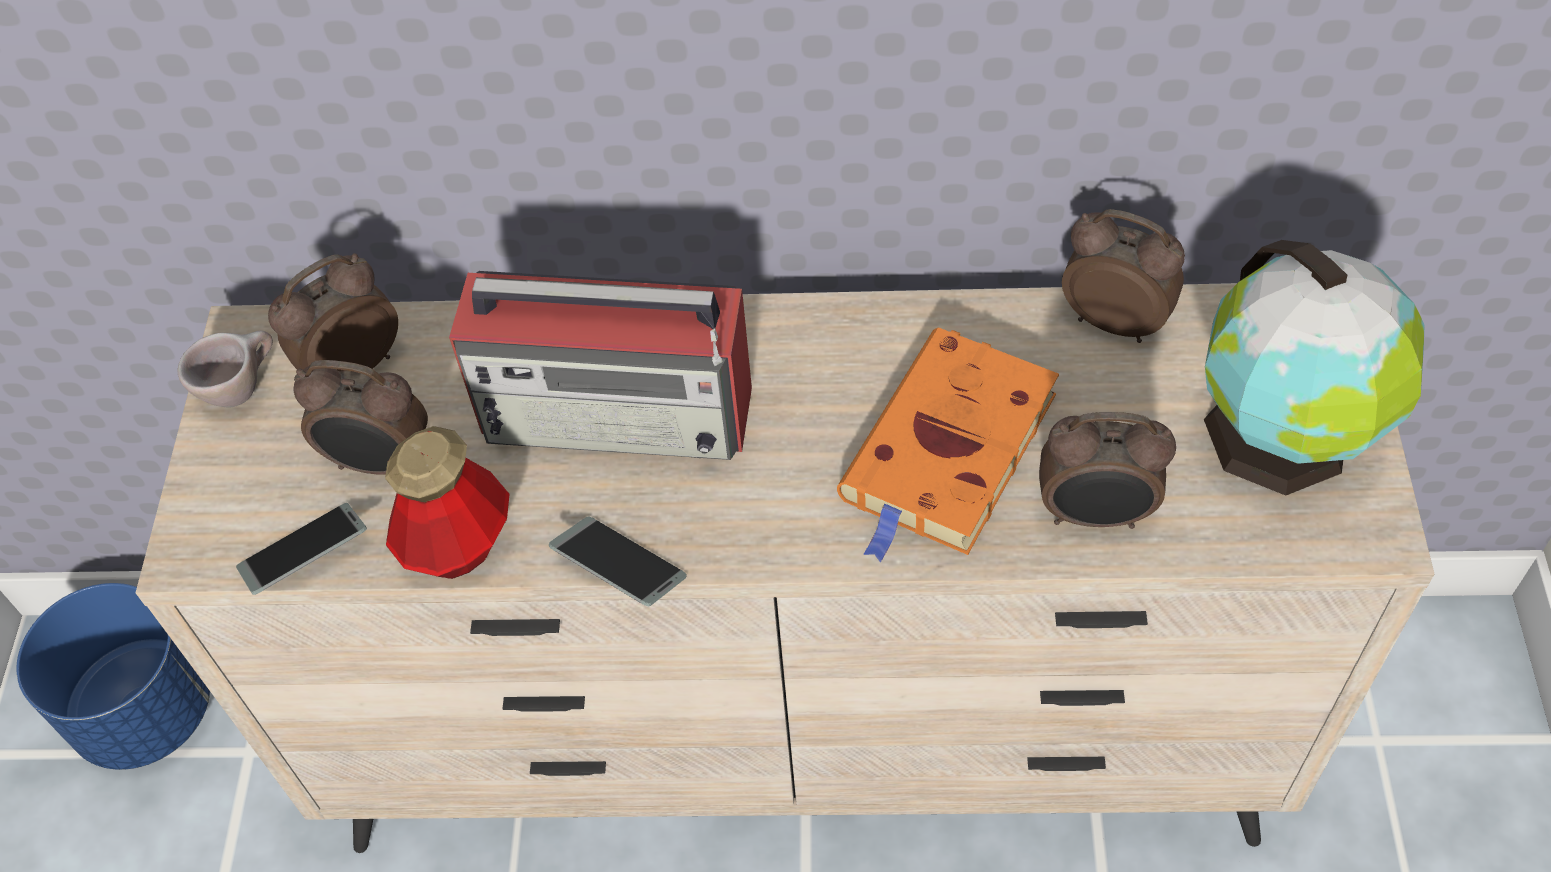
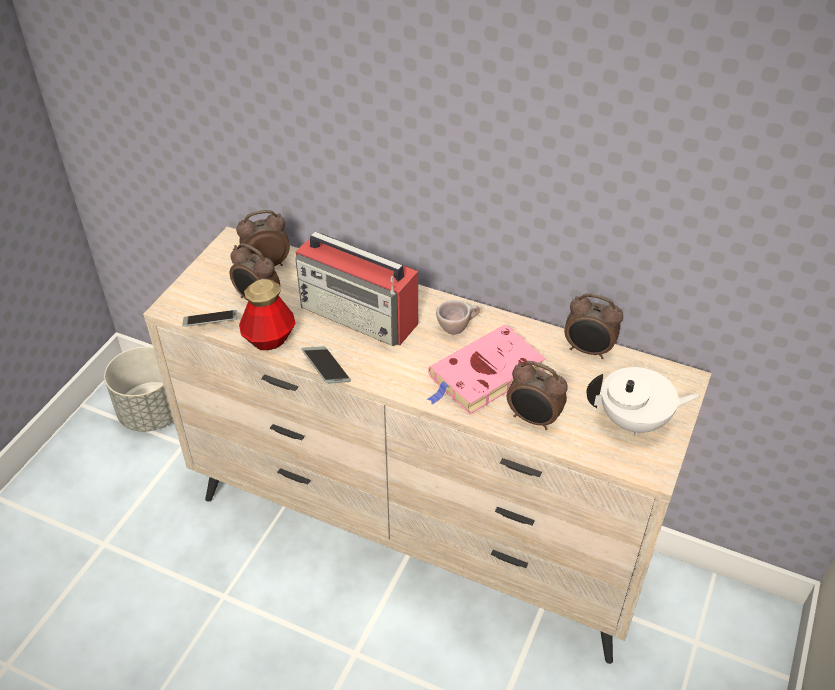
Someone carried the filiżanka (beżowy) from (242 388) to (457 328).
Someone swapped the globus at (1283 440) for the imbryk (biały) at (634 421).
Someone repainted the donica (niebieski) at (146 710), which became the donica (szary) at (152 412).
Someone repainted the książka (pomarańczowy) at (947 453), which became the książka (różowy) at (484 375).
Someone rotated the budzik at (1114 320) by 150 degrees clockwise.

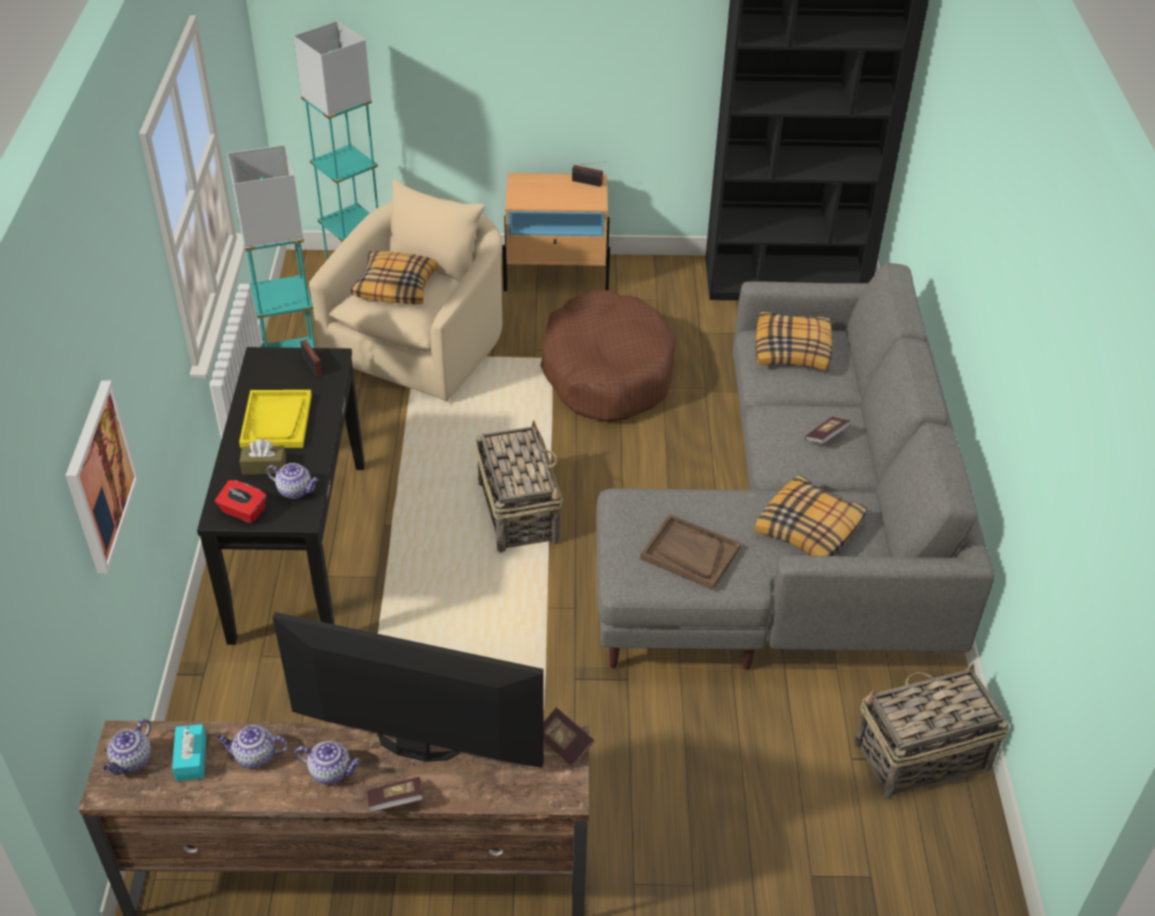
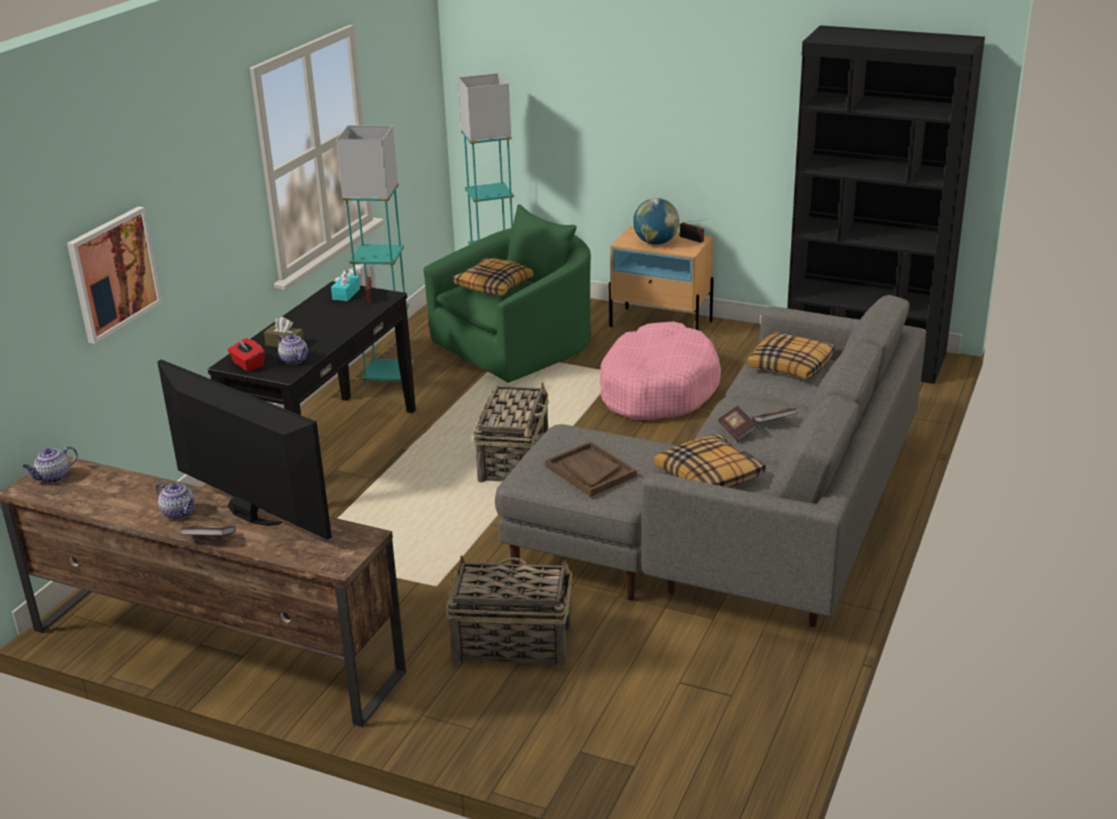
Someone took away the imbryk at (254 756).
Someone took away the taca (żółty) at (276 421).
Someone put down the globus at (656 243).
Someone carried the pudełko chusteczek (turkusowy) from (191 758) to (346 294).
Someone carried the książka from (564 743) to (737 431).
Someone carried the koszyk from (920 756) to (511 643).
Someone repainted the fotel (beżowy) at (422 343), which became the fotel (zielony) at (518 347).
Someone repainted the legowisko (brązowy) at (607 372), which became the legowisko (różowy) at (657 389).

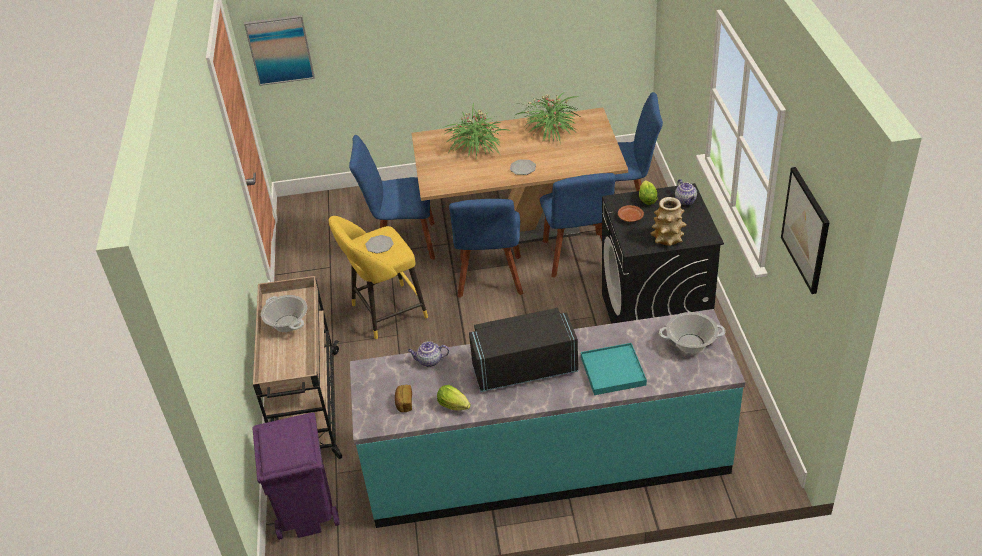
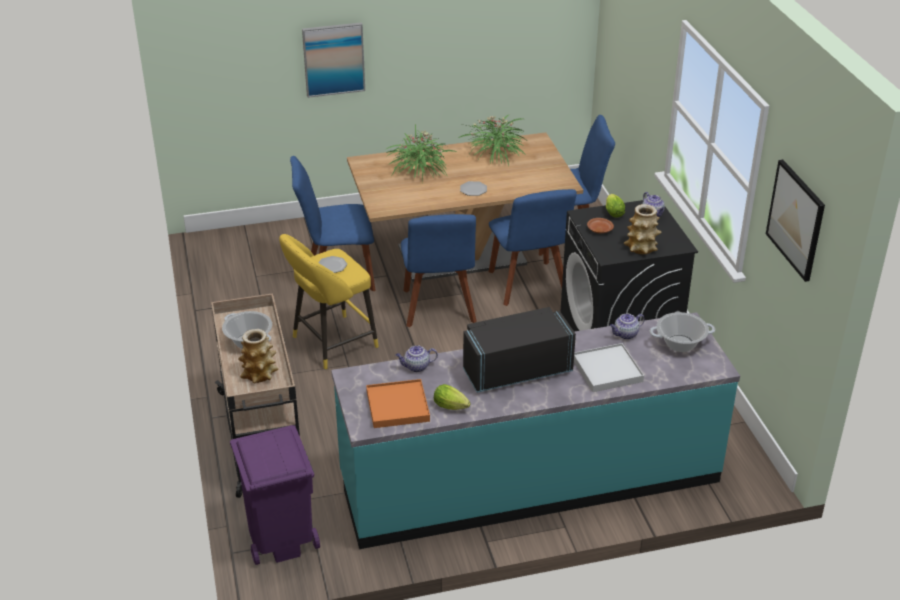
Someone put down the wazon at (259 374).
Someone put down the imbryk at (625 334).
Someone carried the obraz from (280 49) to (333 59).
Someone swapped the chleb at (404 403) for the taca (pomarańczowy) at (398 406).
Someone repainted the taca (turkusowy) at (612 371), which became the taca (biały) at (607 370).

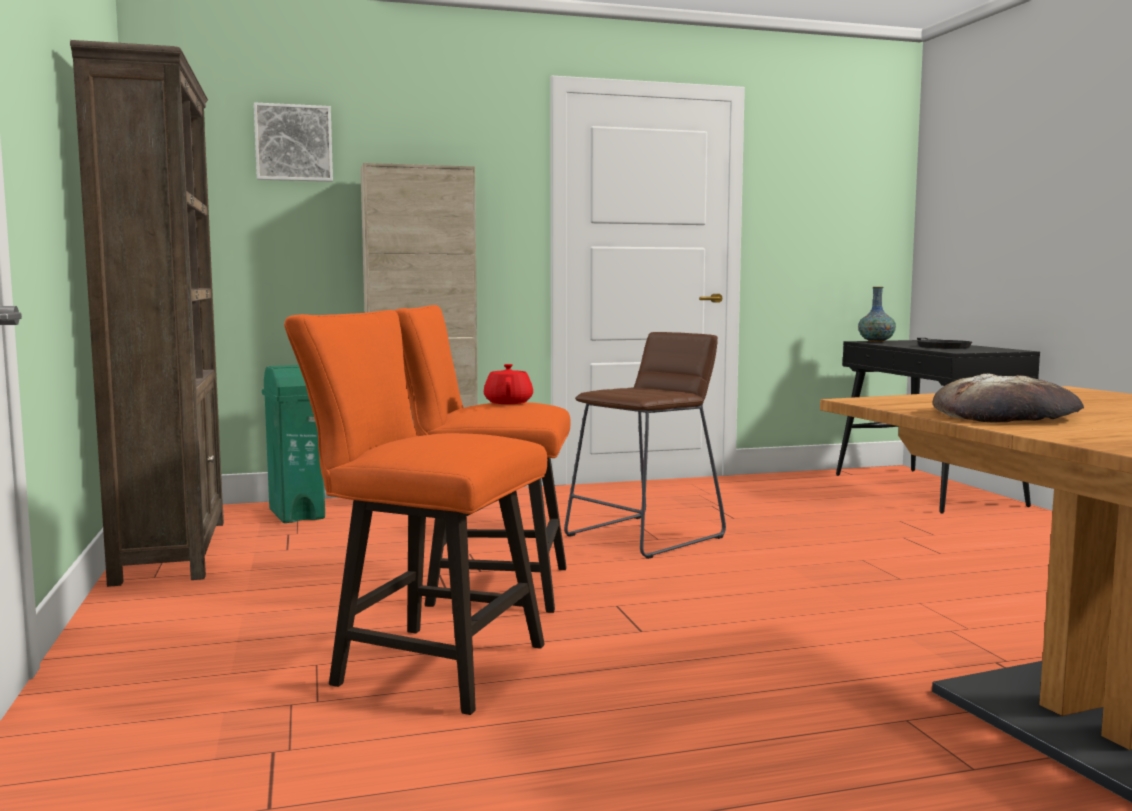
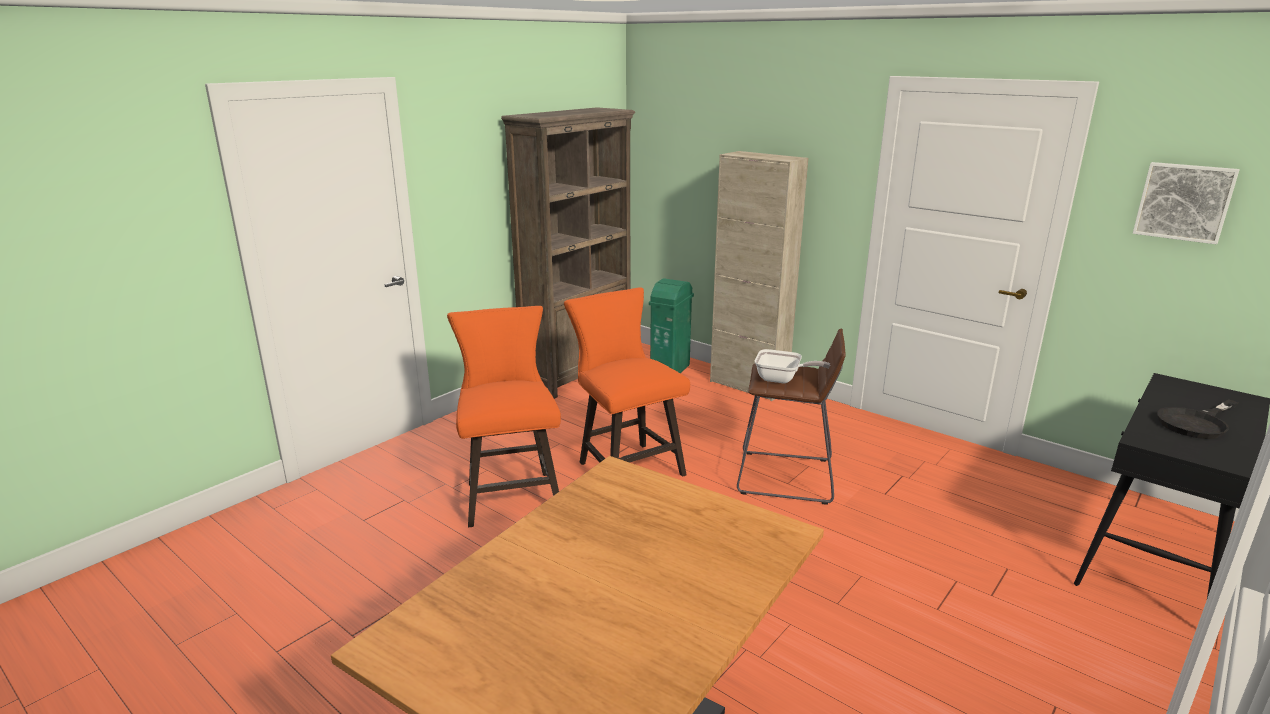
Someone took away the imbryk (czerwony) at (508 402).
Someone took away the wazon at (876 341).
Someone took away the chleb at (1005 415).
Someone put down the patelnia at (782 379).
Someone carried the obraz from (294 143) to (1184 202).

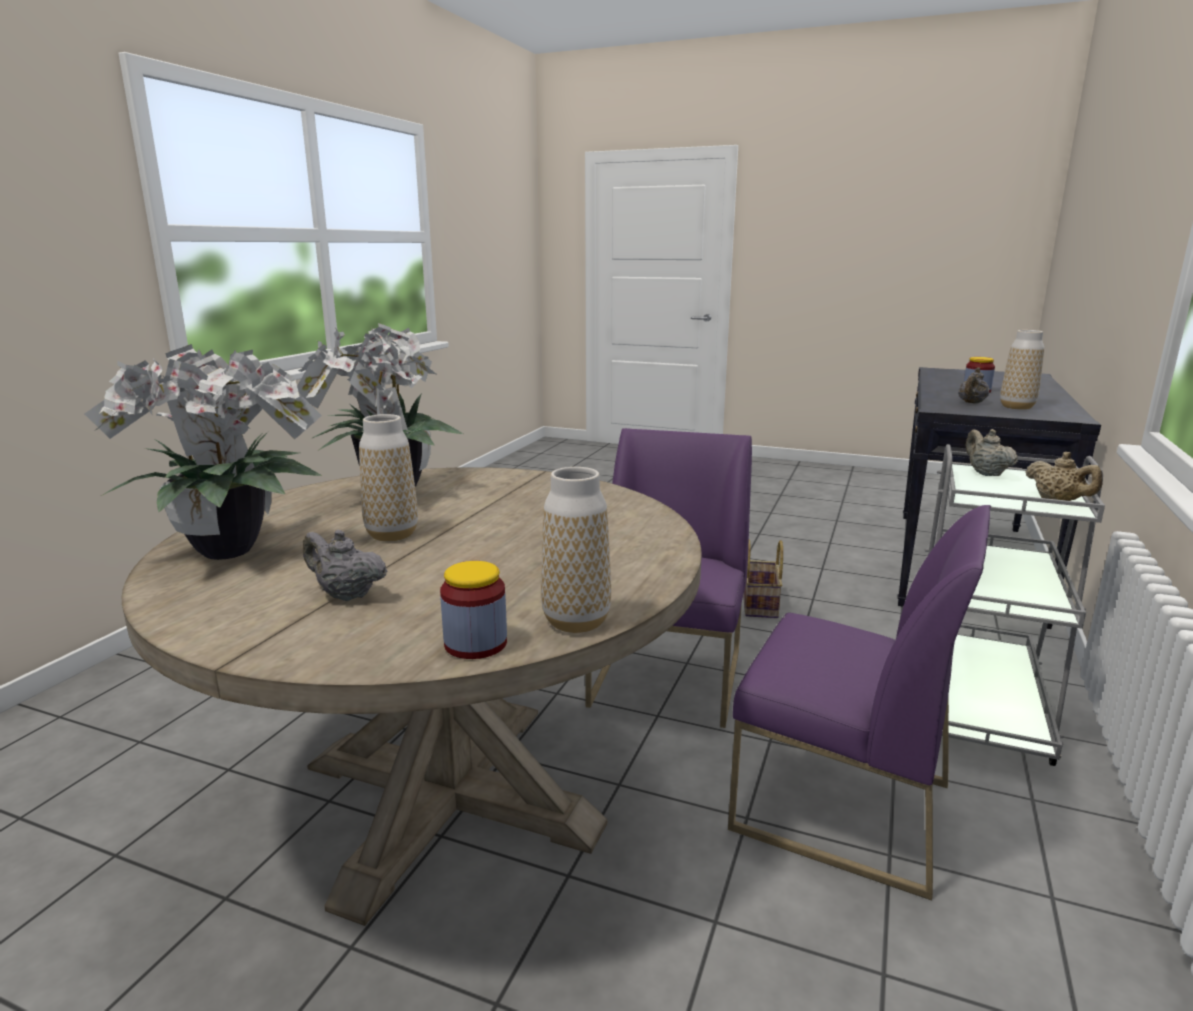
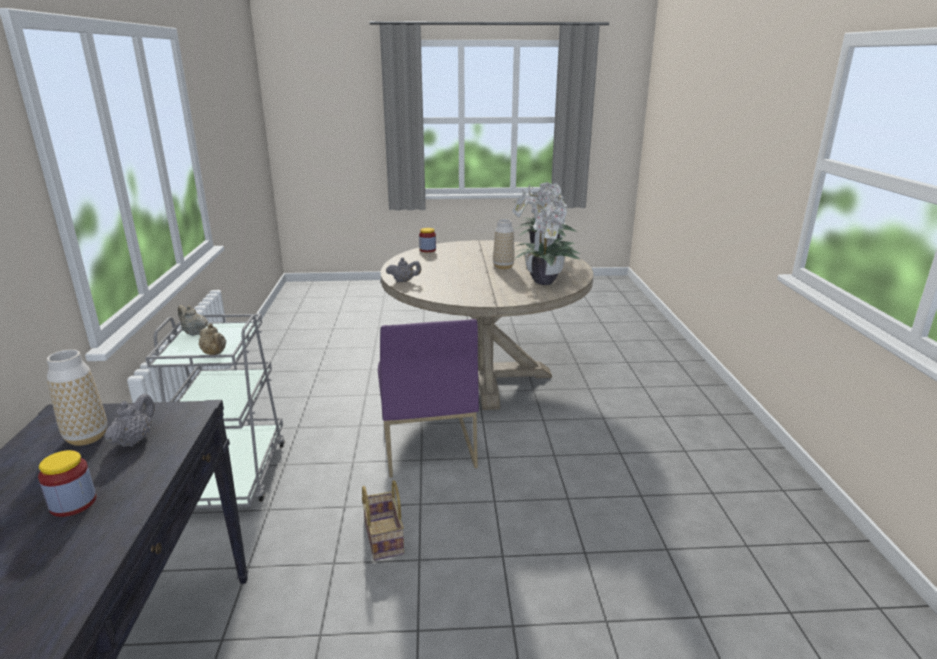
Someone took away the wazon at (576 621).
Someone took away the krzesło (fioletowy) at (839 807).
Someone carried the imbryk (szary) from (346 595) to (404 281).

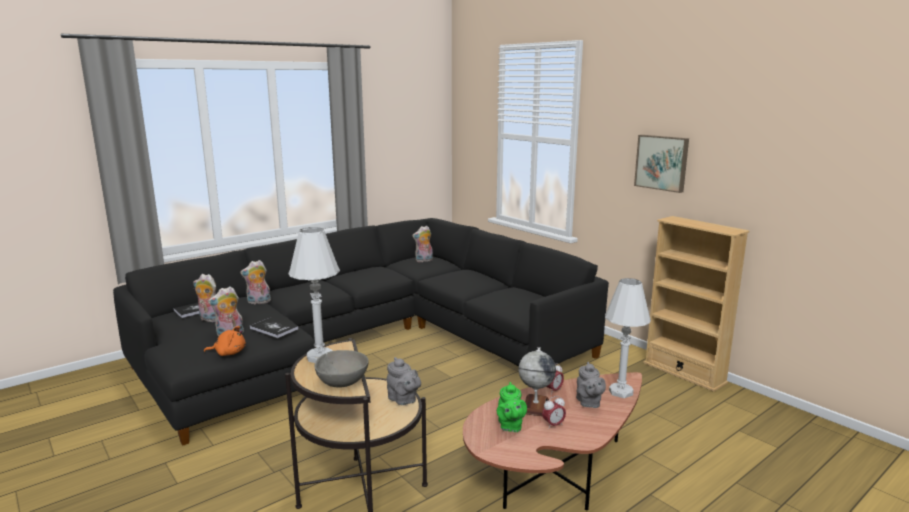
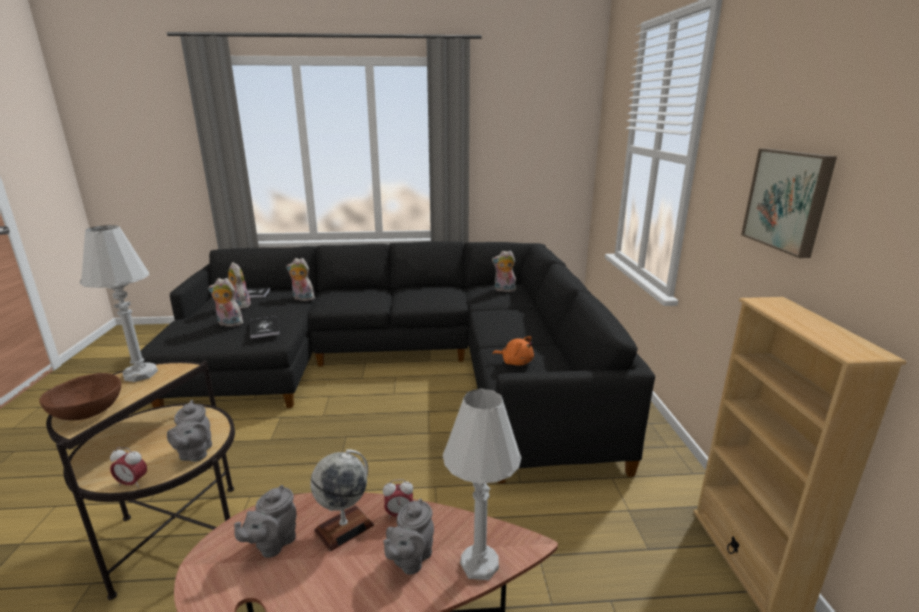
Someone carried the pluszak (pomarańczowy) from (229 353) to (515 362).
Someone carried the budzik from (553 425) to (132 483).
Someone repainted the miska (szary) at (342 383), which became the miska (brązowy) at (87 413).
Someone repainted the imbryk (zielony) at (510 426), which became the imbryk (szary) at (273 544).

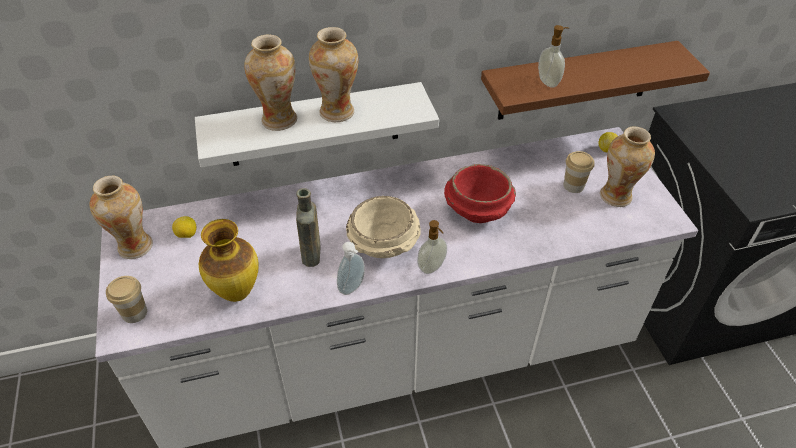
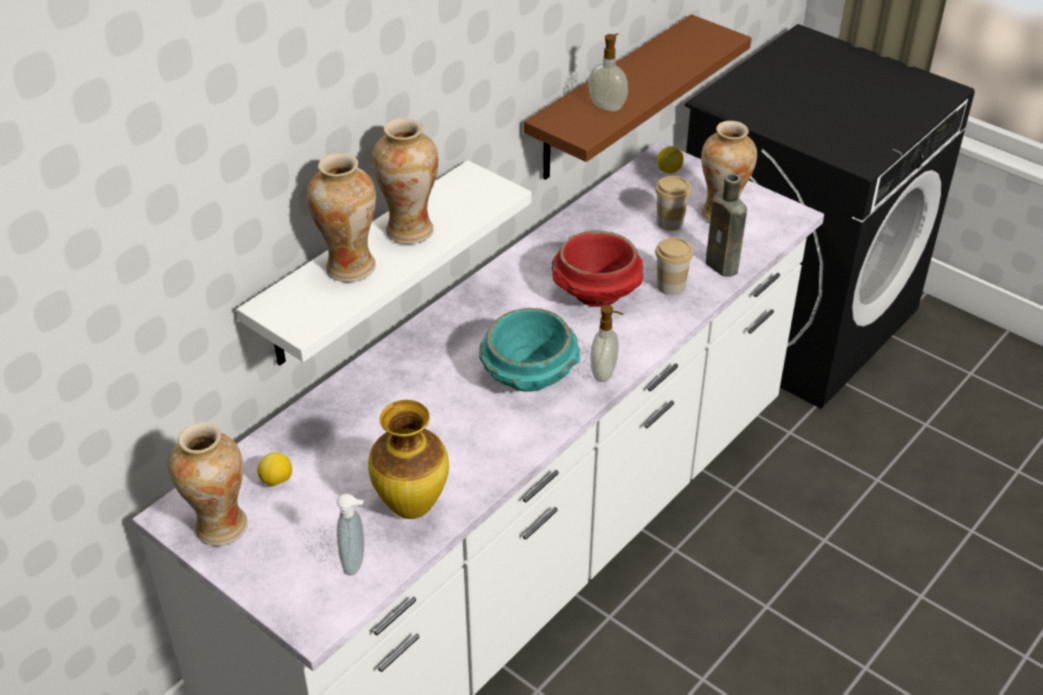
Someone carried the filiżanka from (134 313) to (671 286).
Someone carried the butelka (brązowy) from (311 256) to (723 267).
Someone carried the dozownik mydła from (353 288) to (356 562).
Someone repainted the miska (beżowy) at (384 245), which became the miska (turkusowy) at (530 376).

